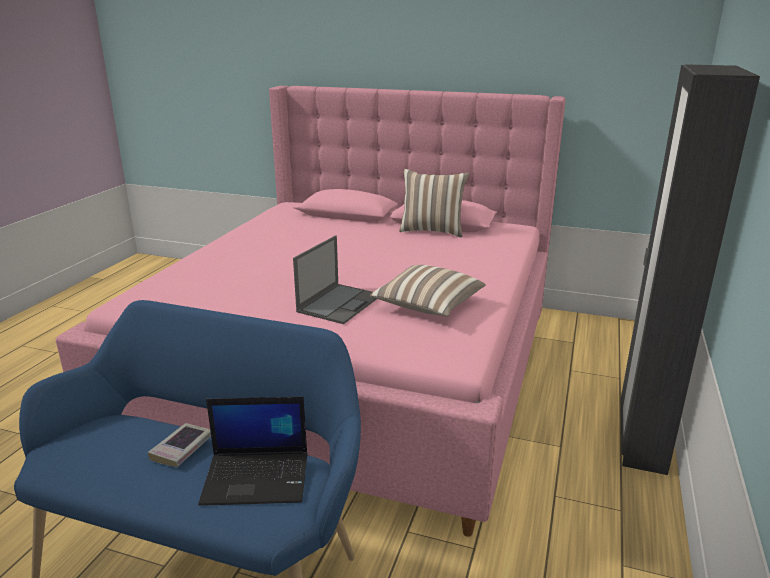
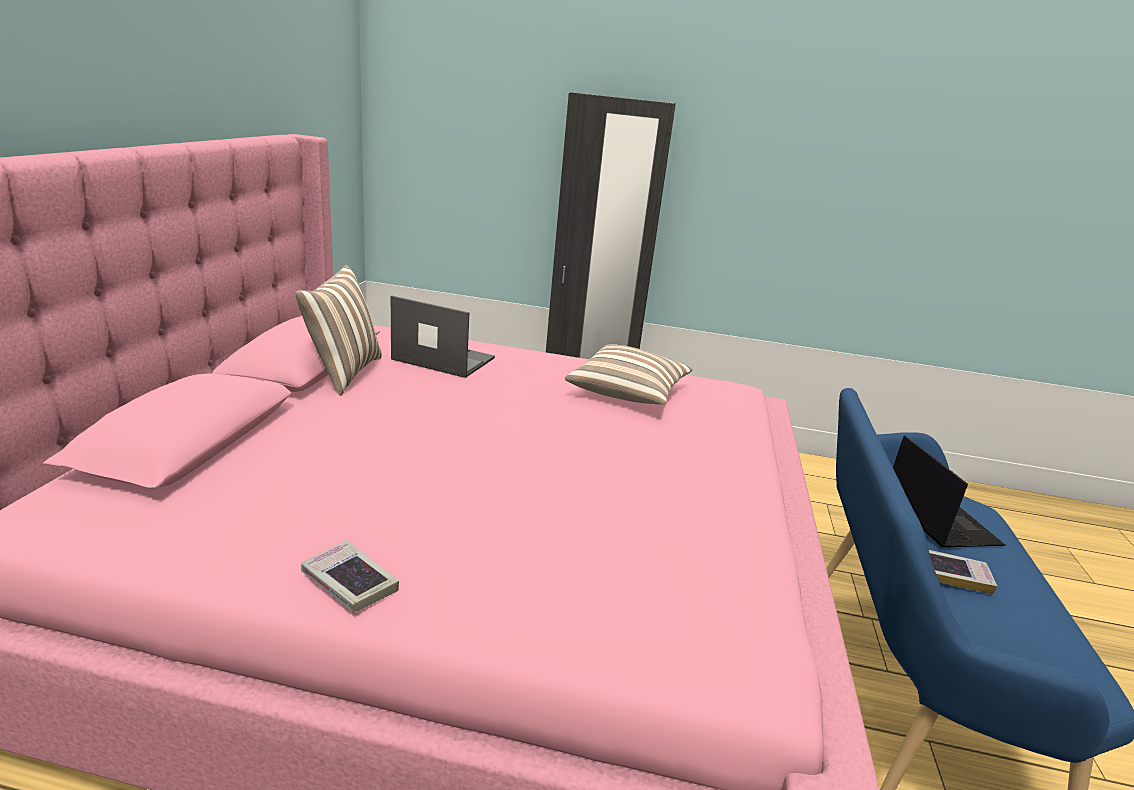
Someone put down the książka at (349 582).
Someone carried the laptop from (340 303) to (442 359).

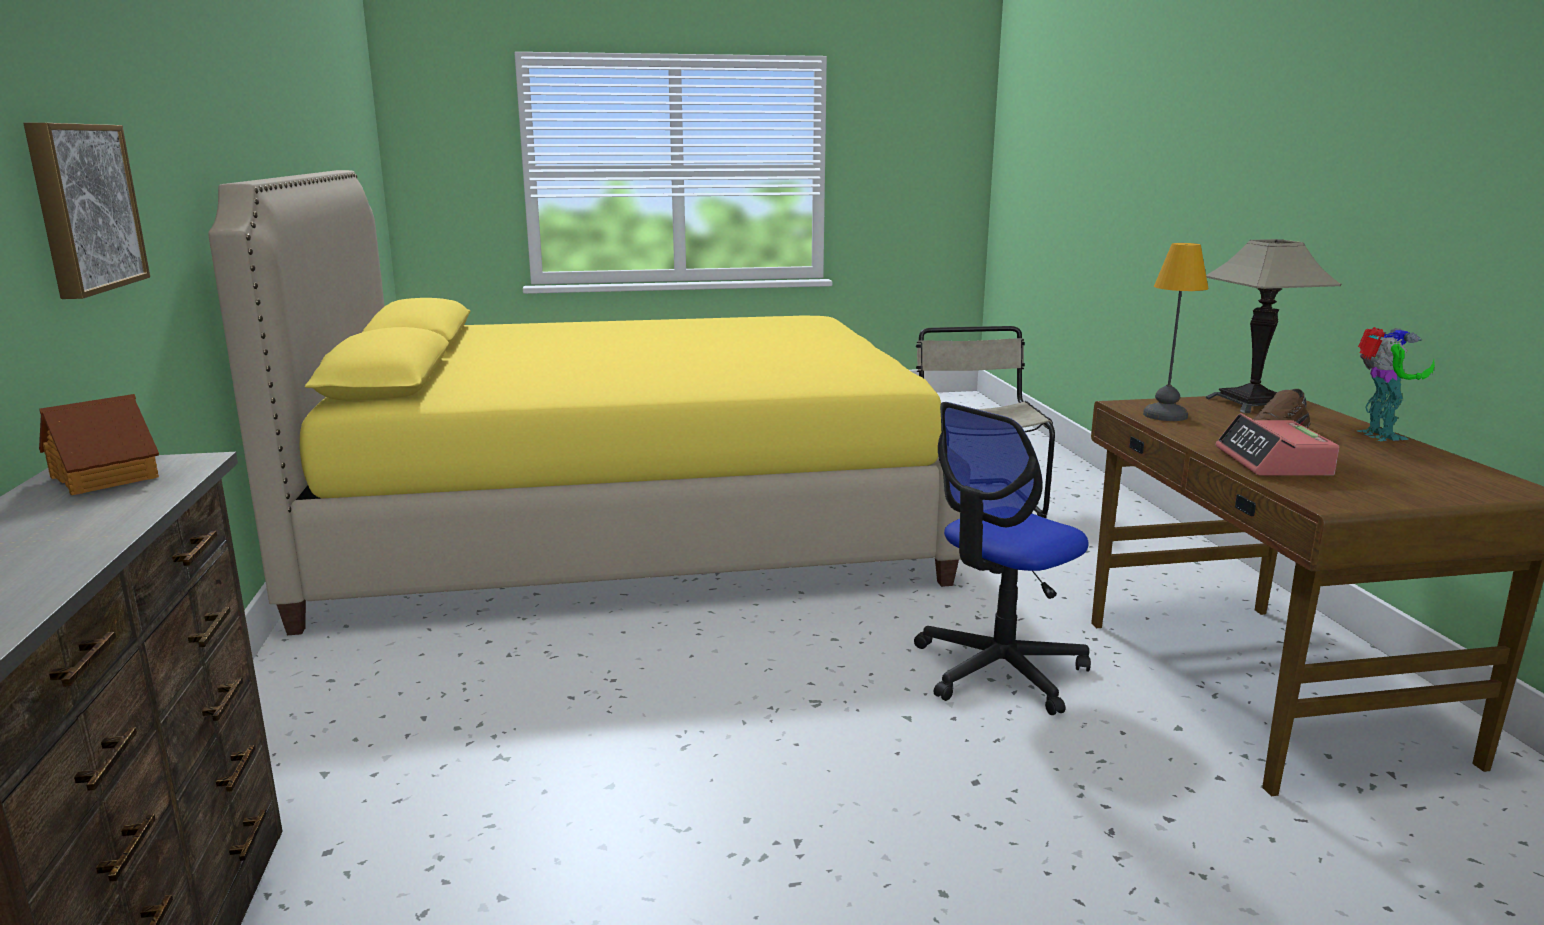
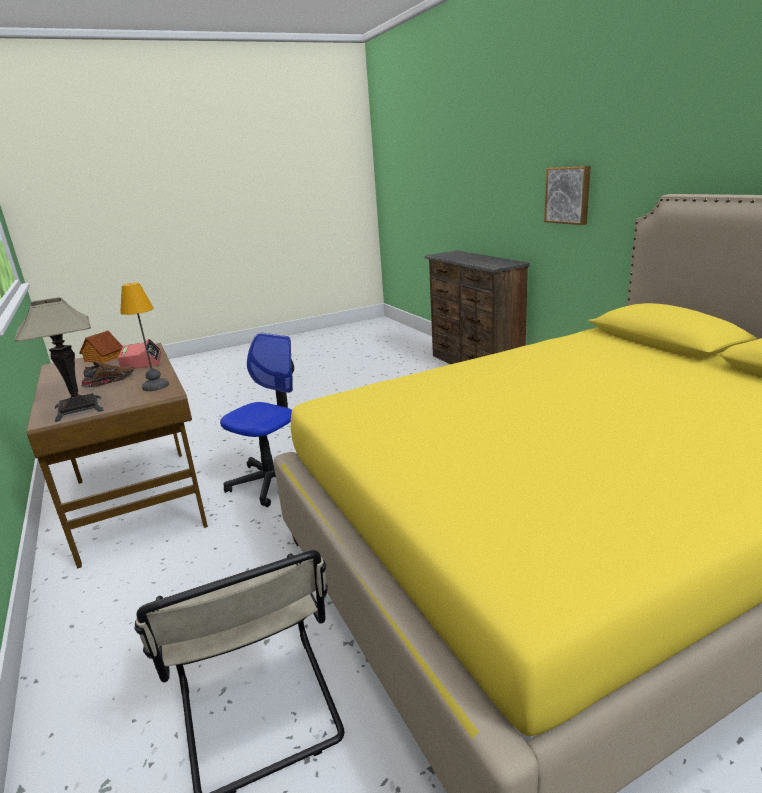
Someone took away the robot zabawkowy at (1378 436).
Someone carried the domek from (106 476) to (103 359).

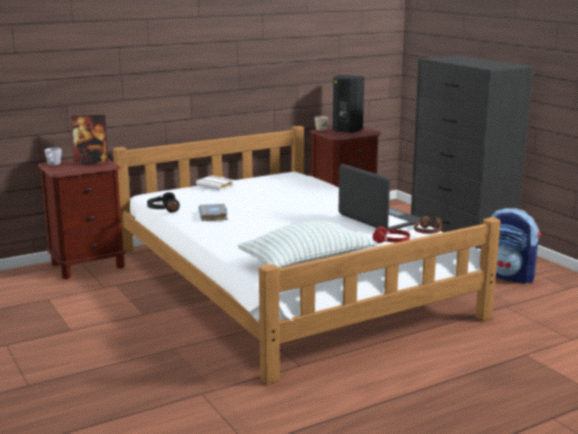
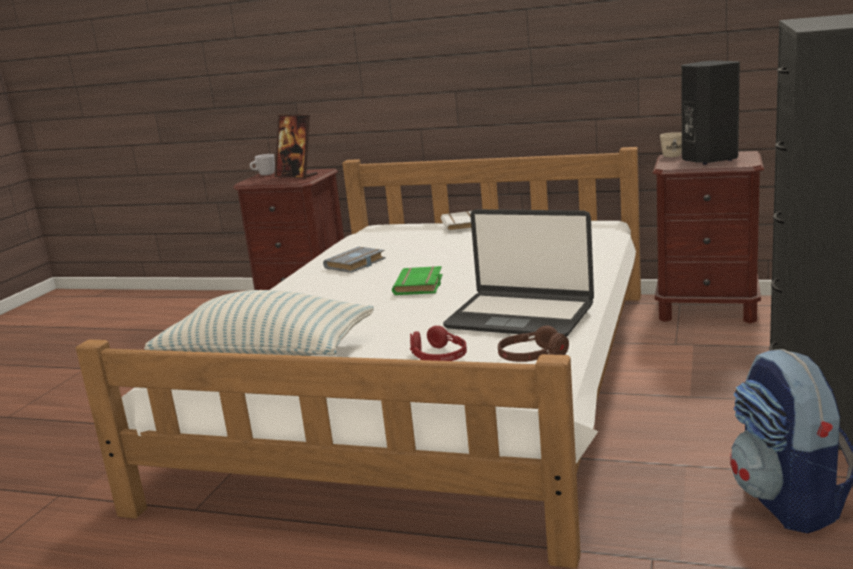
Someone took away the słuchawki (czarny) at (162 209).
Someone put down the książka (zielony) at (420 286).
Someone rotated the laptop at (379 219) by 105 degrees clockwise.

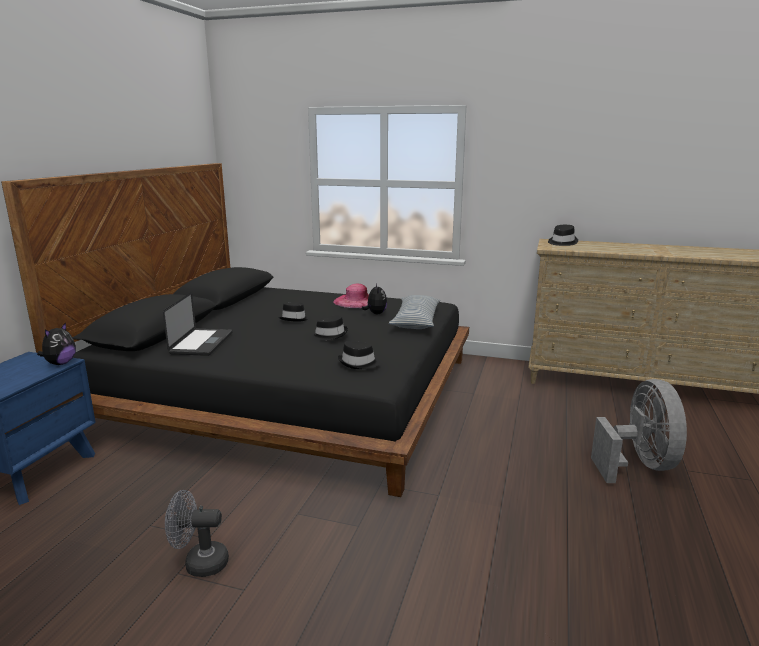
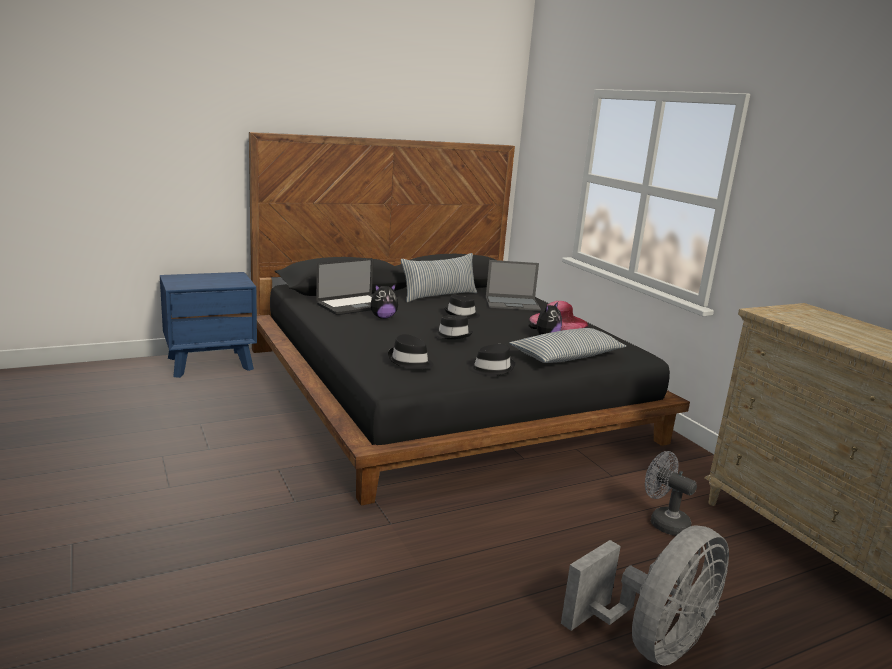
Someone put down the poduszka at (439 296).
Someone put down the laptop at (513 303).
Someone carried the pluszak from (60 363) to (383 317).
Someone carried the wentylator (szary) from (199 563) to (663 522).
Someone carried the kapelusz (czarny) from (562 242) to (491 368).

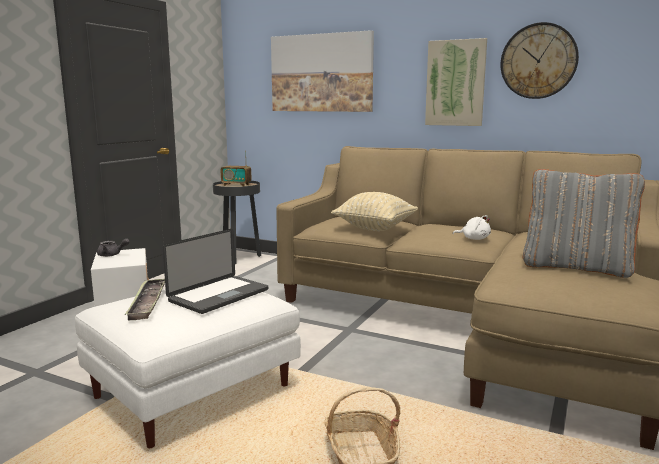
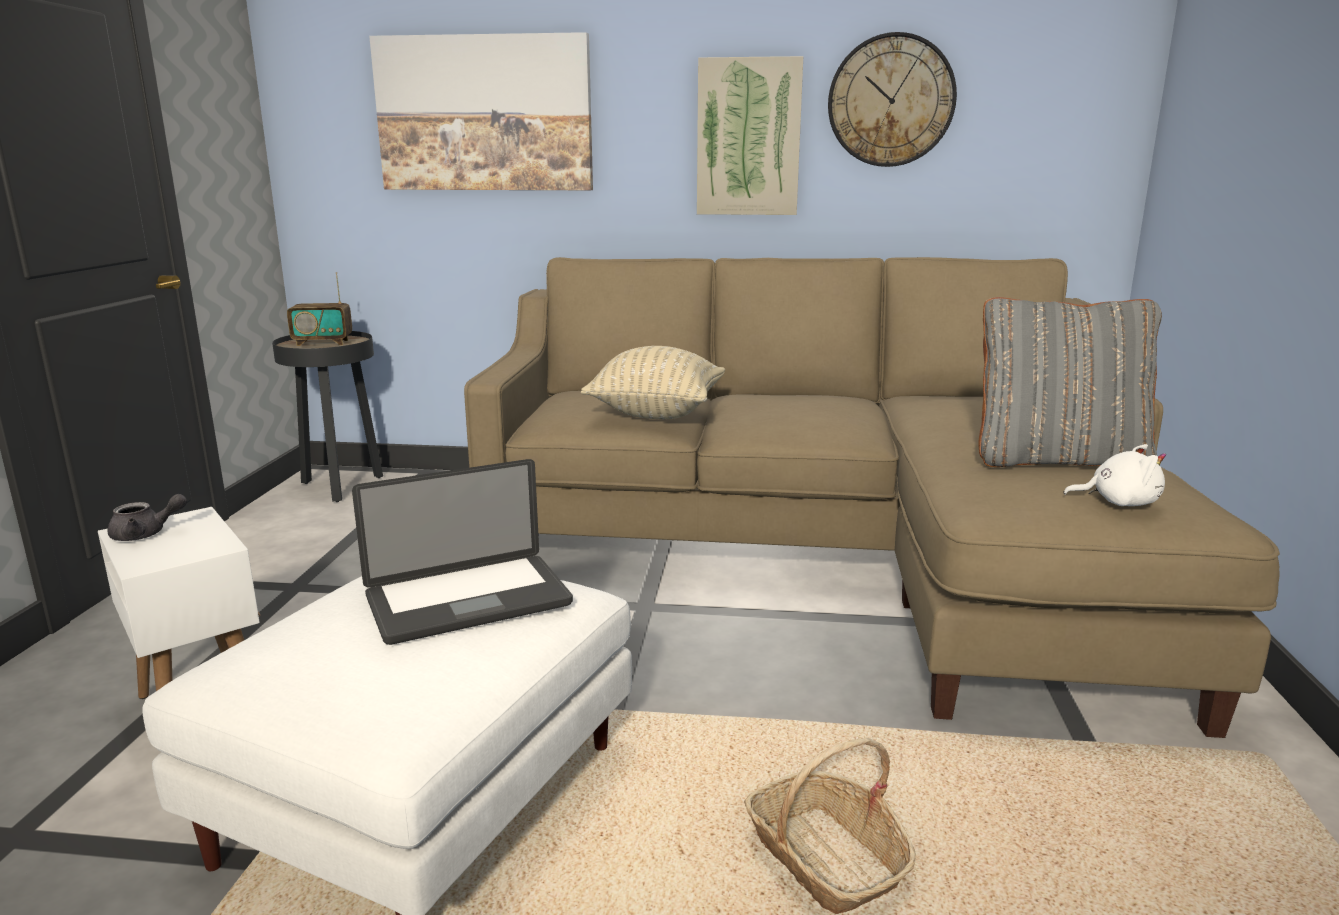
Someone took away the taca at (148 302).
Someone carried the pluszak (biały) from (474 239) to (1118 502).
Someone rotated the laptop at (219 296) by 45 degrees clockwise.

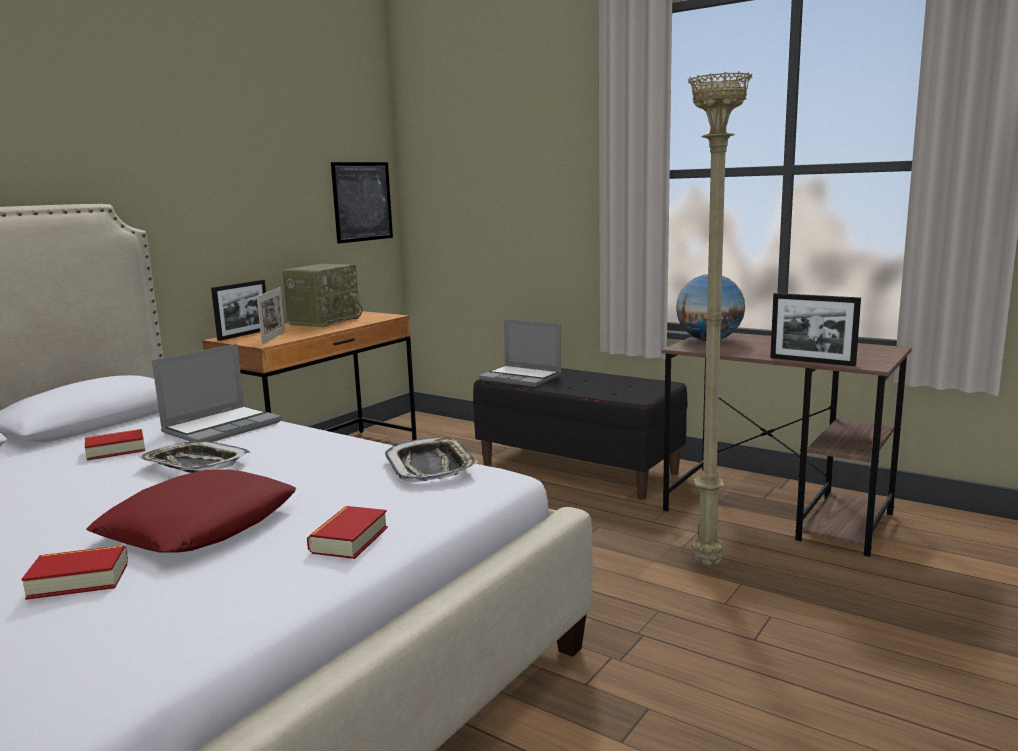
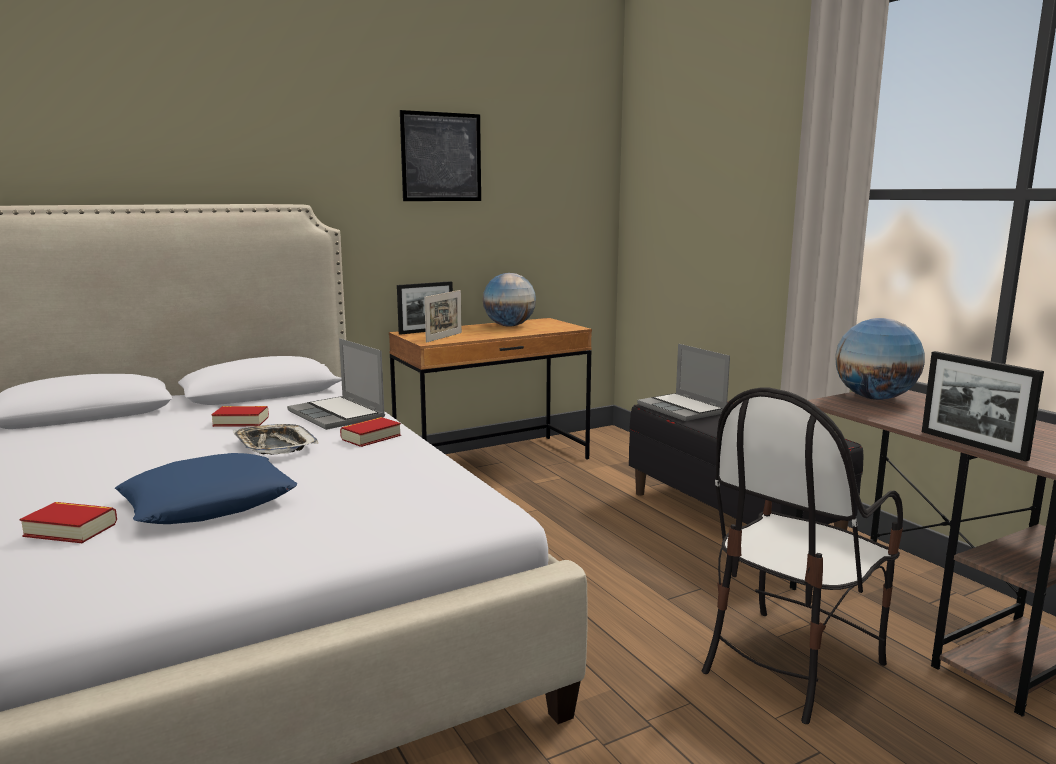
Someone took away the taca at (431 467).
Someone carried the książka from (349 540) to (371 437).
Someone carried the obraz from (362 201) to (441 157).
Someone swapped the radio at (324 321) for the globus at (509 326).
Someone swapped the lampa stojąca (beżowy) at (704 563) for the krzesło at (789 663).
Someone repainted the poduszka (czerwony) at (200 525), which became the poduszka (niebieski) at (209 502).
Someone rotated the laptop at (223 427) by 75 degrees clockwise.

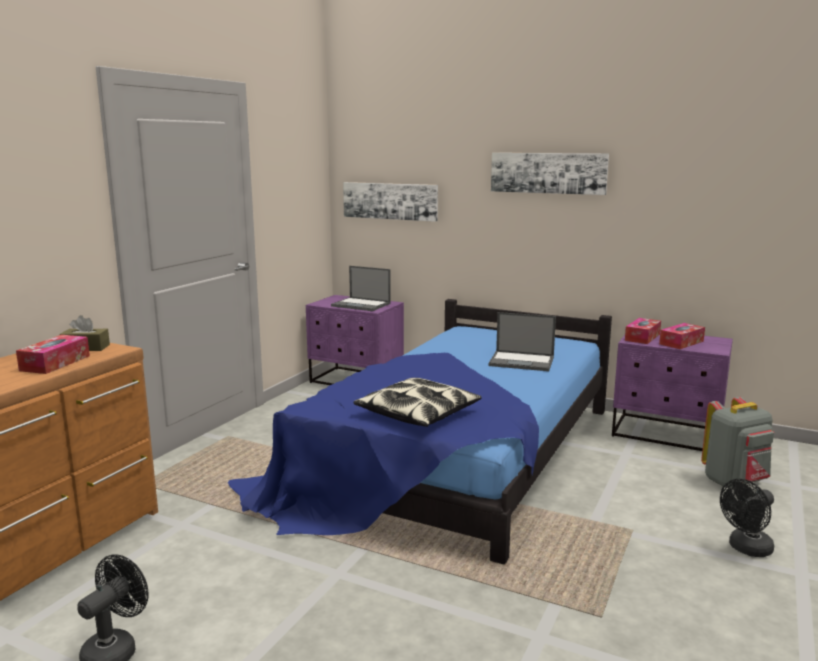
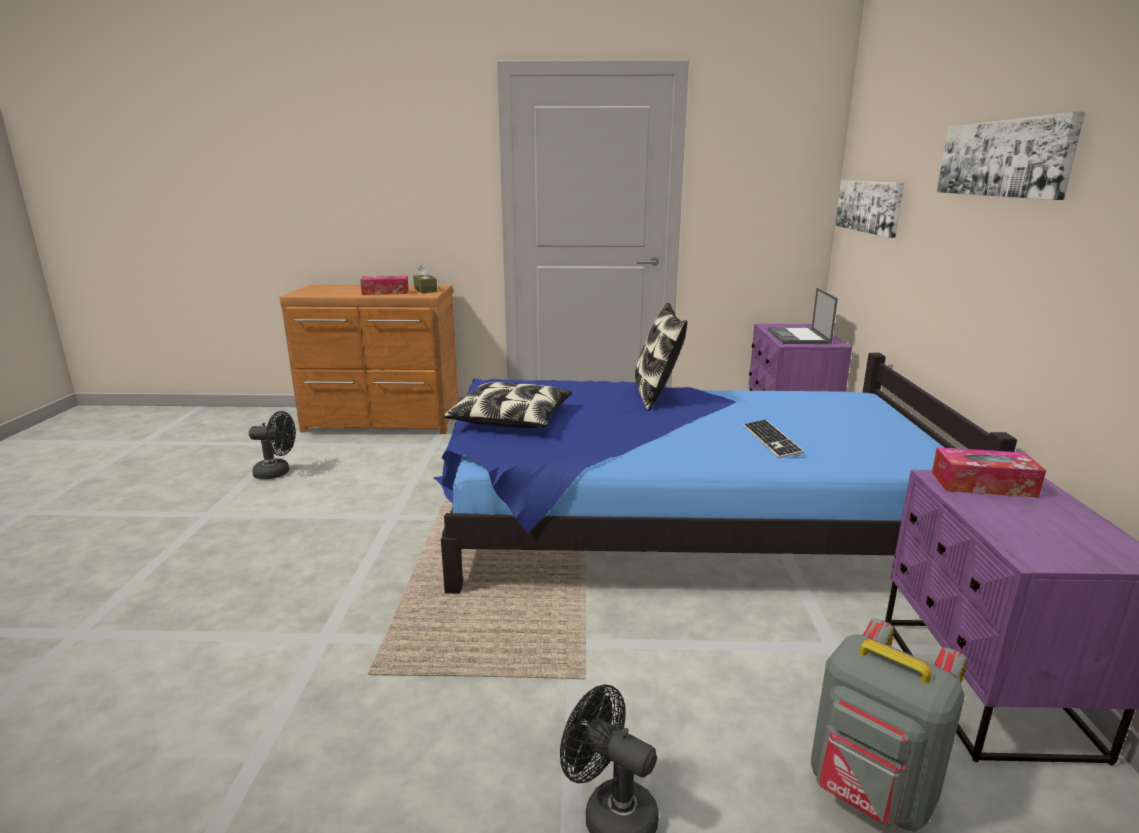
Someone took away the pudełko chusteczek at (681 342).
Someone put down the poduszka at (656 395).
Someone swapped the laptop at (522 361) for the klawiatura at (771 440).

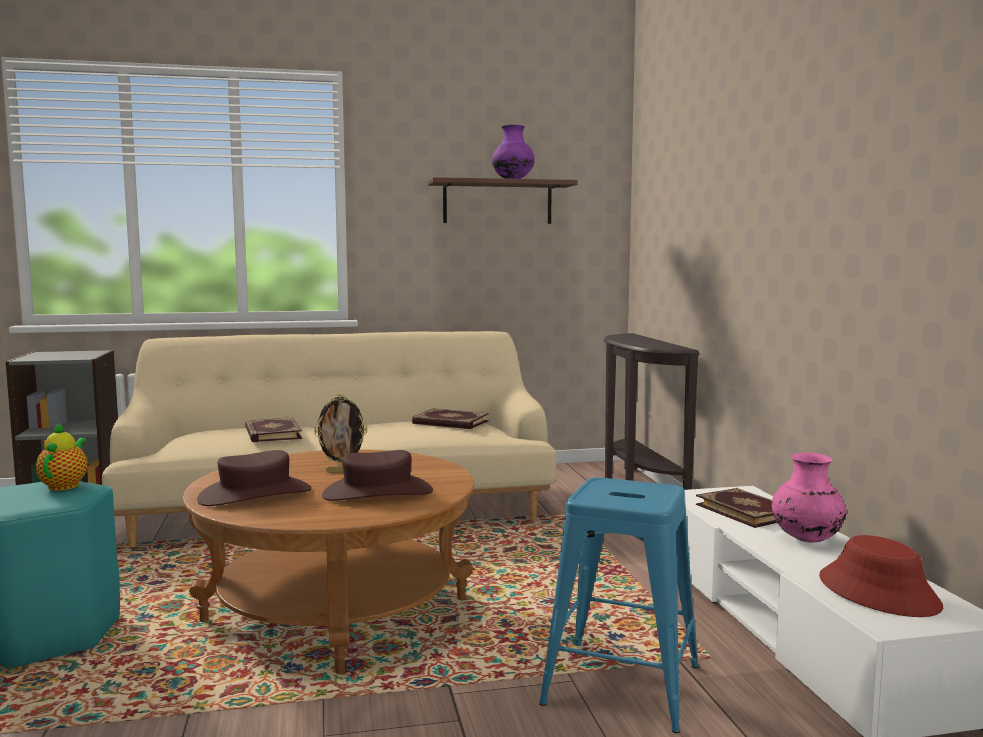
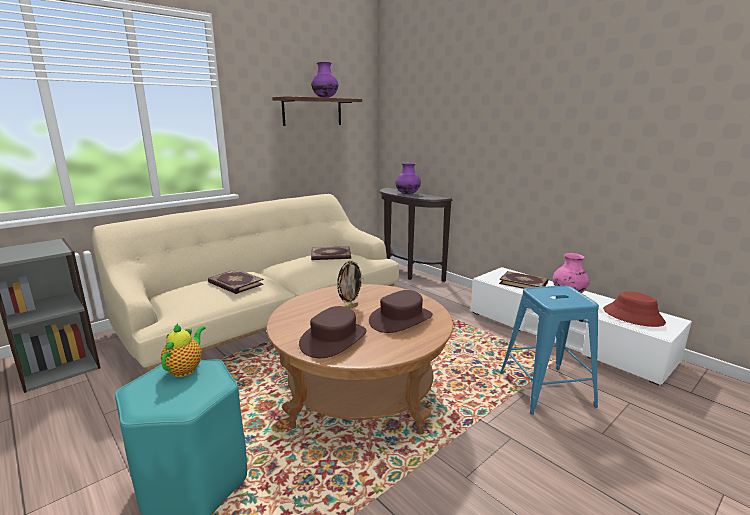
Someone put down the wazon (fioletowy) at (407 194).
Someone rotated the imbryk at (65 485) by 45 degrees clockwise.

